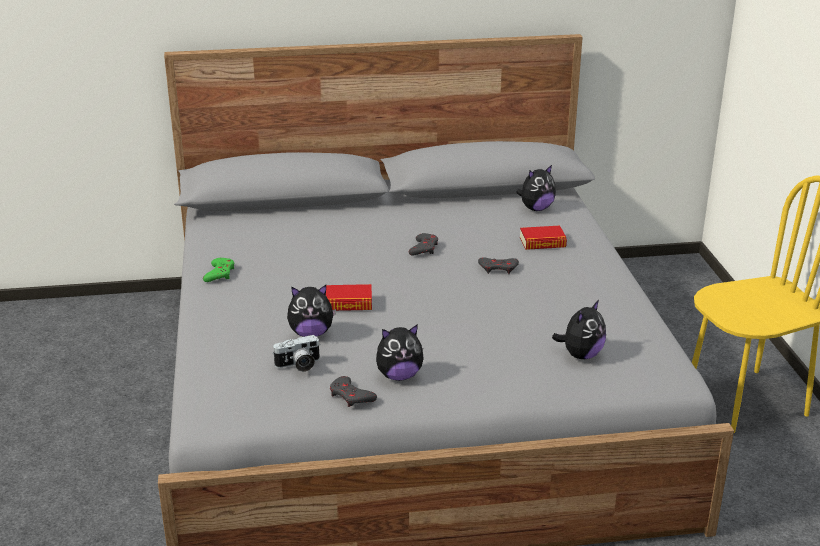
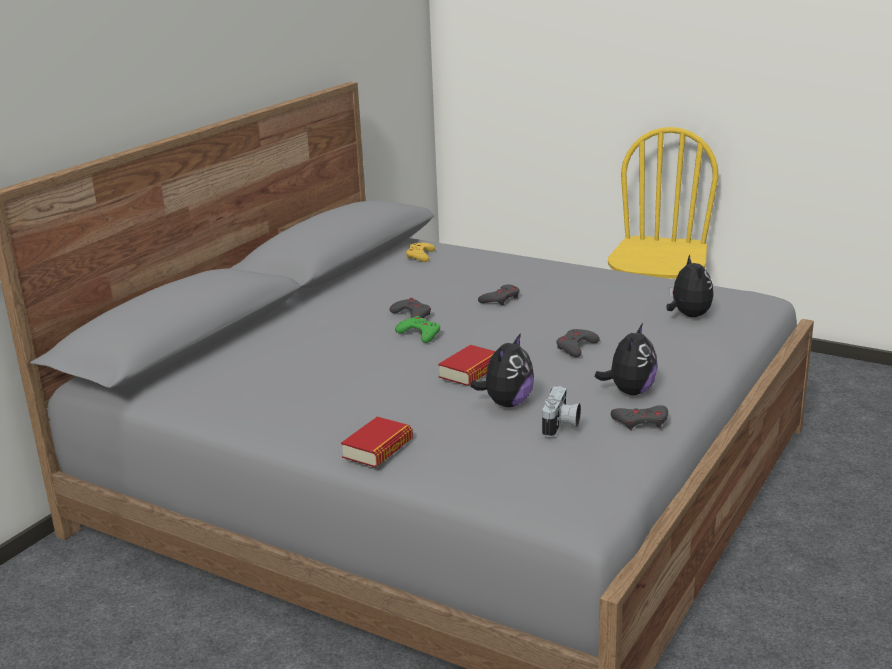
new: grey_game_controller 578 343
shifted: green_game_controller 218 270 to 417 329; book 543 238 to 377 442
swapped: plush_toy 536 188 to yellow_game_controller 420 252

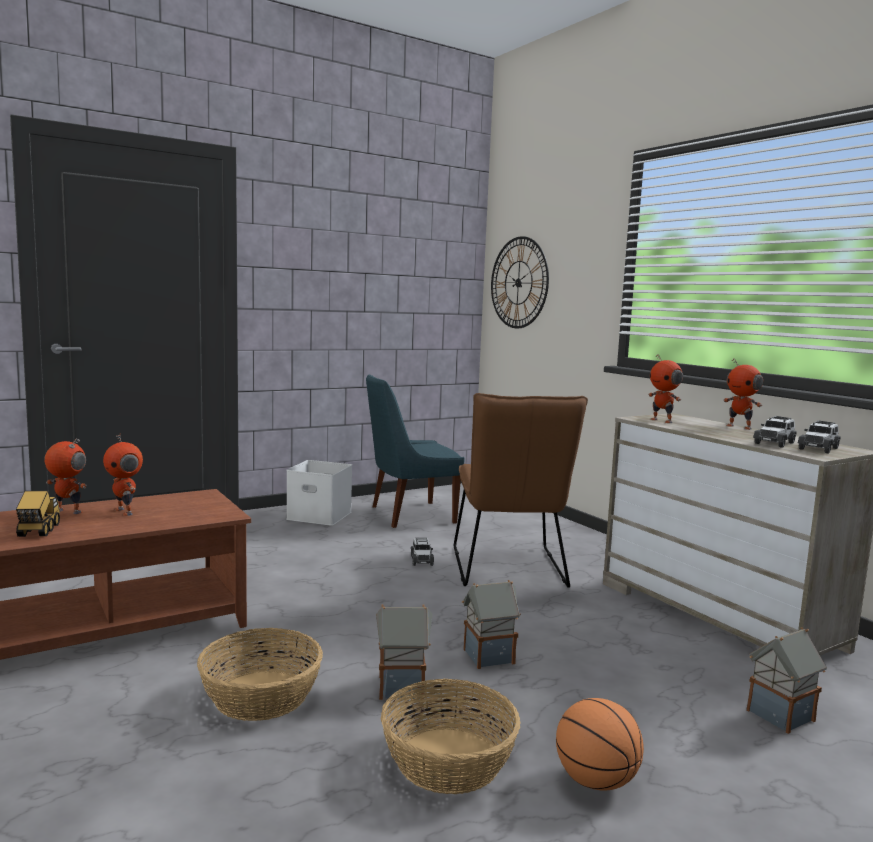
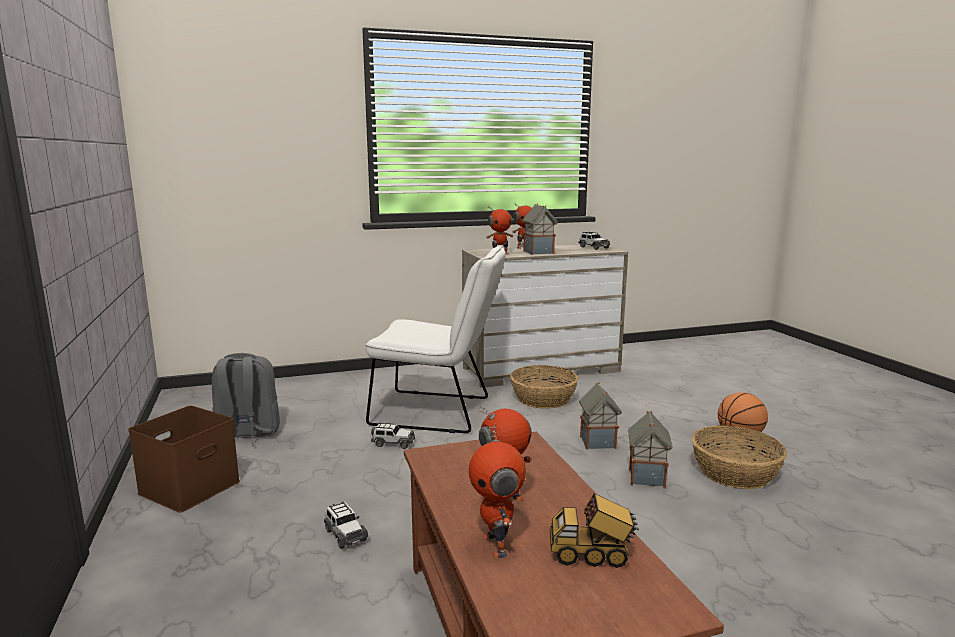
gone: wall_clock 520 282
shifted: basket 260 674 to 544 387; toy_house 786 680 to 540 229; toy_car 775 432 to 346 525
swapped: blue_chair 415 451 to grey_backpack 246 399
repainted: white_storage_box 319 493 to brown_storage_box 184 459; brown_chair 521 490 to white_chair 435 339
rotated: toy_robot 66 476 = 497 491 45 degrees counterclockwise

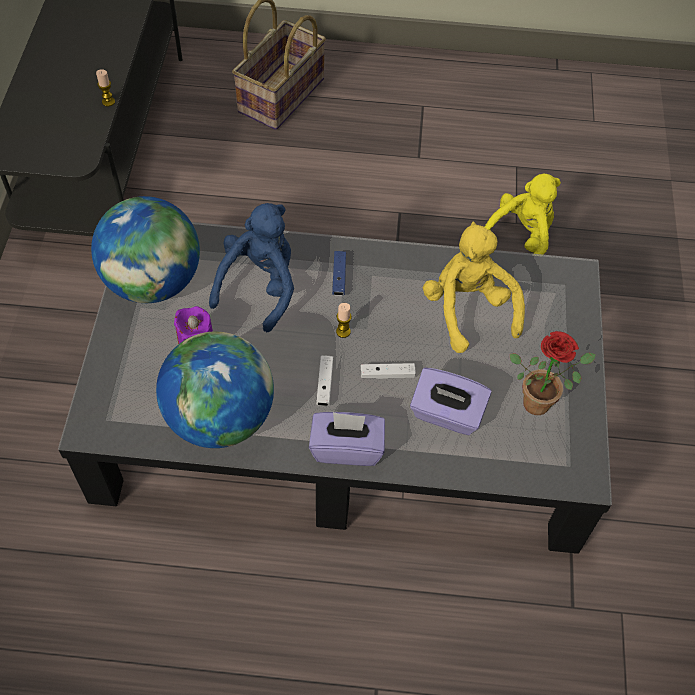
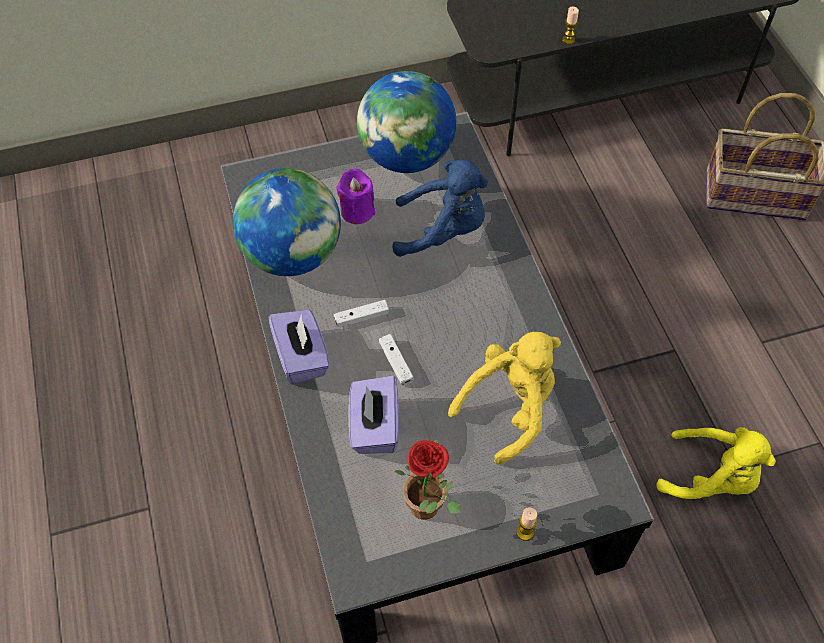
gone: blue_game_controller 339 273
shifted: candle 344 320 to 527 524

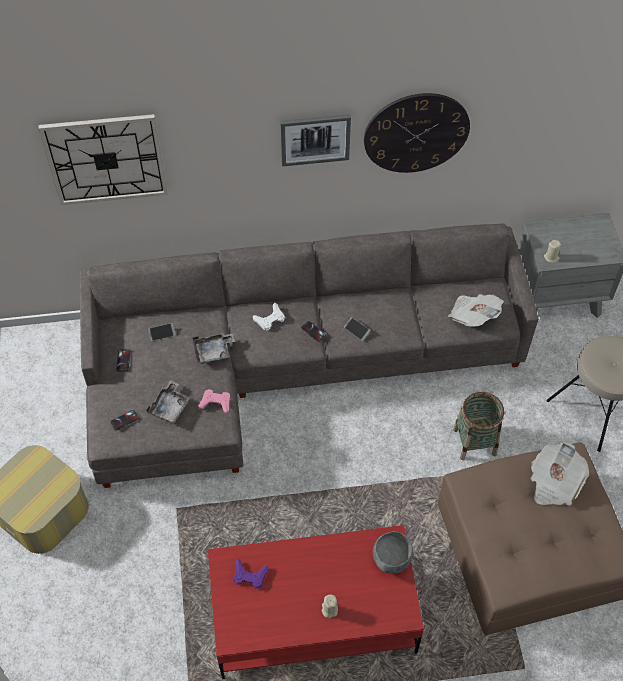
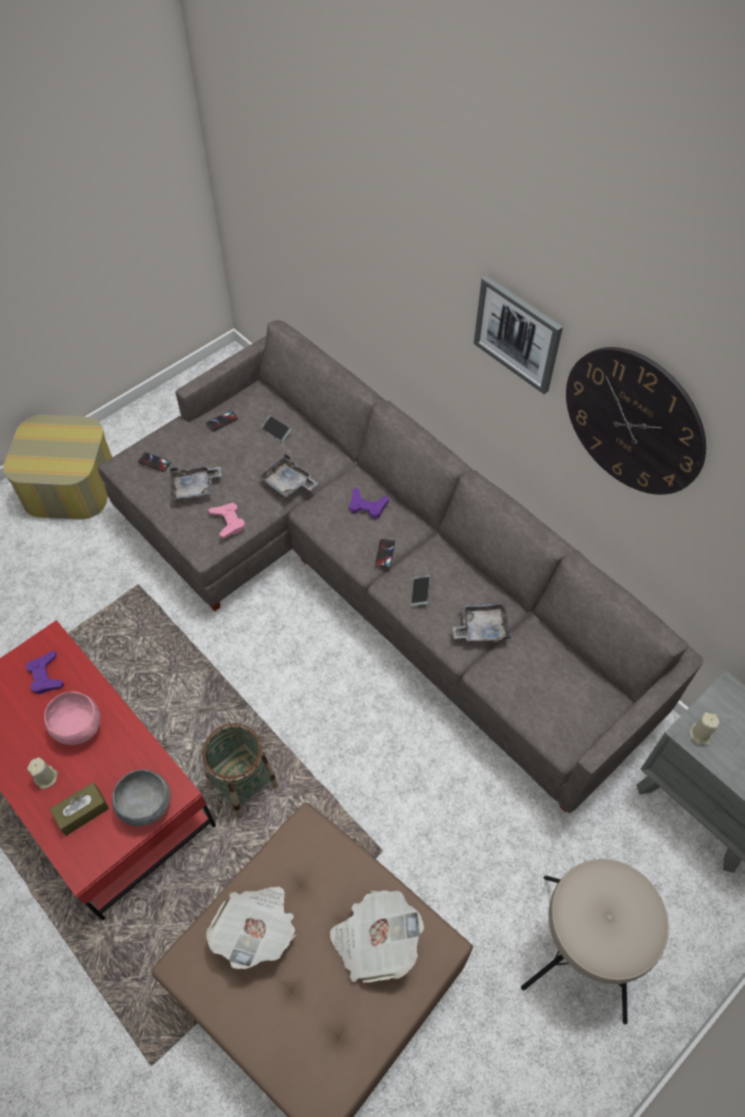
gone: wall_clock 103 159
new: pink_bowl 72 718; brown_tissue_box 79 809; grey_tray 481 623
shifted: newspaper 476 310 to 251 927; basket 478 426 to 240 771
repainted: white_game_controller 269 317 to purple_game_controller 369 503

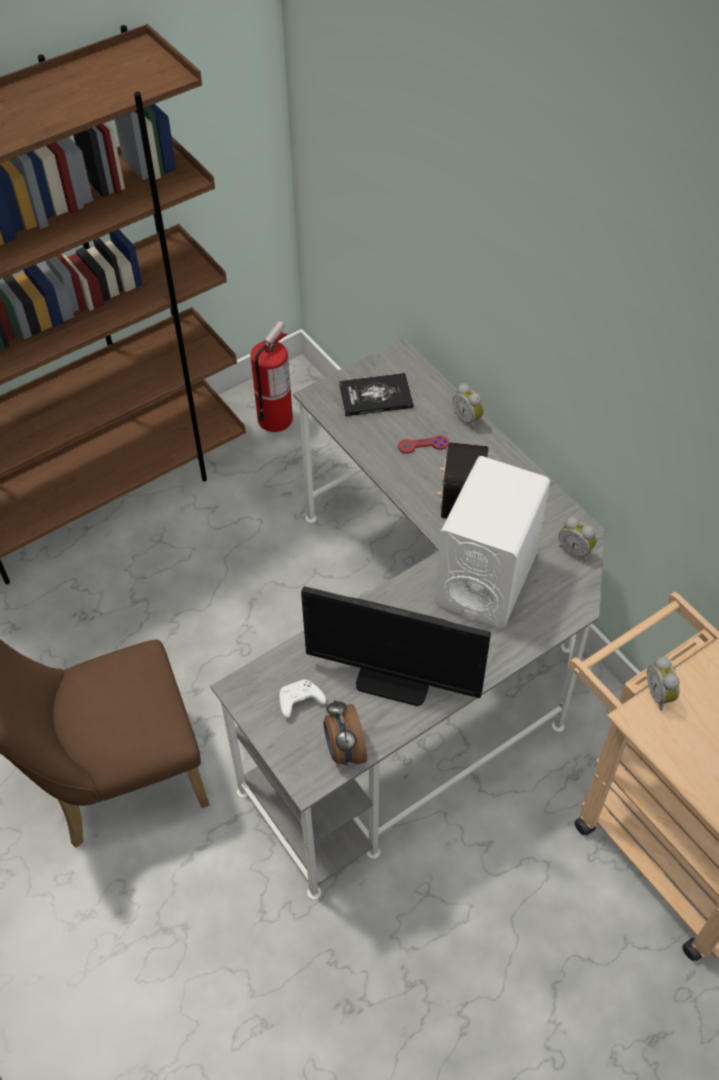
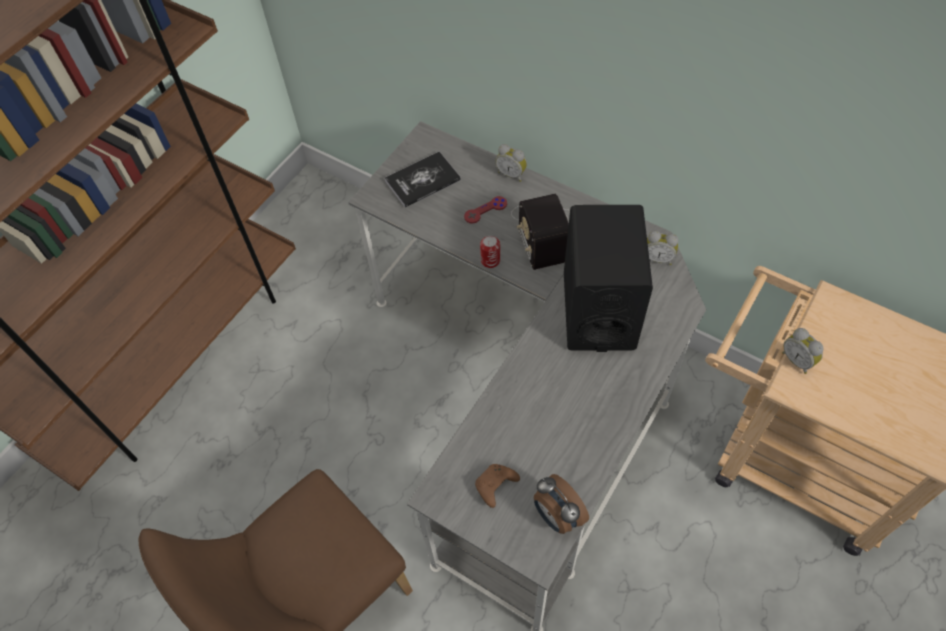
gone: fire_extinguisher 271 376; monitor 396 646
new: can 490 252
repainted: white_game_controller 302 698 to brown_game_controller 497 486; white_speaker 492 542 to black_speaker 608 278

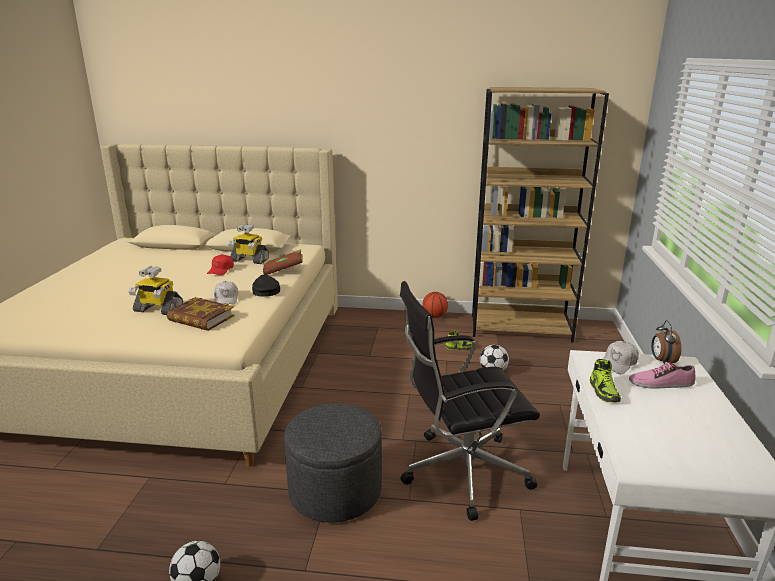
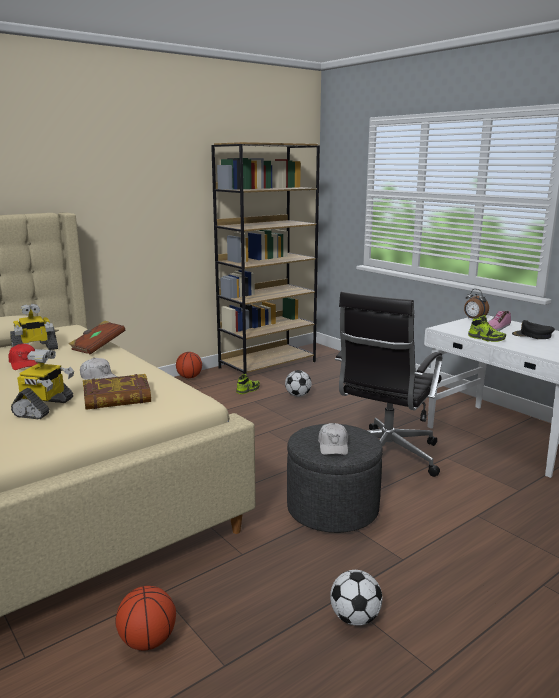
new: basketball 145 618
shifted: black_cap 266 285 to 533 329; white_cap 621 357 to 333 439
rotated: toy_robot 155 290 = 42 384 45 degrees counterclockwise

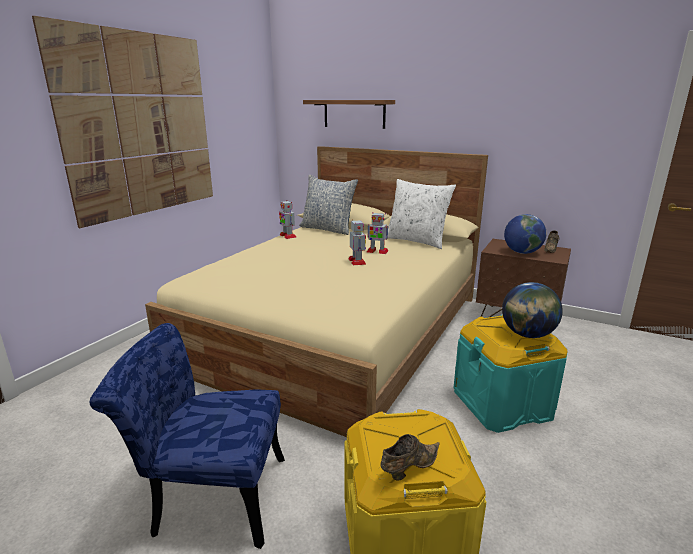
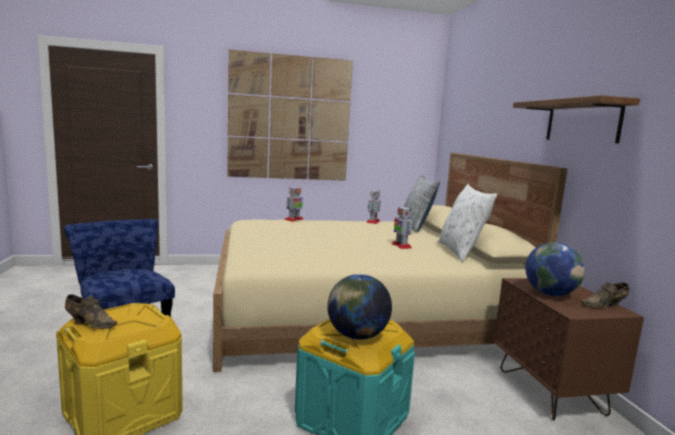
shifted: shelf 349 114 to 576 119; toy_robot 357 242 to 294 204

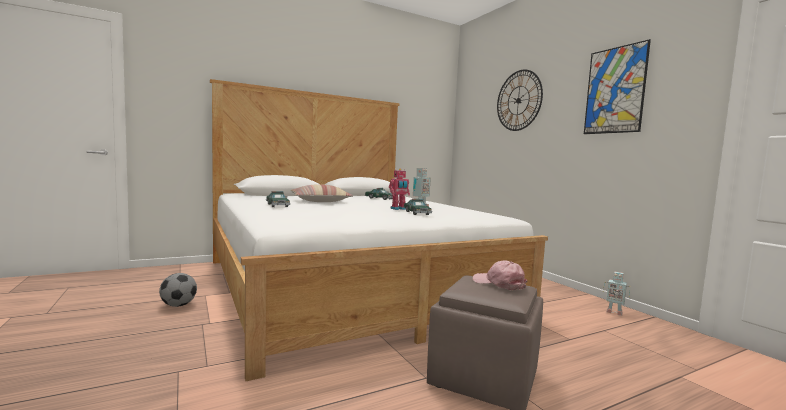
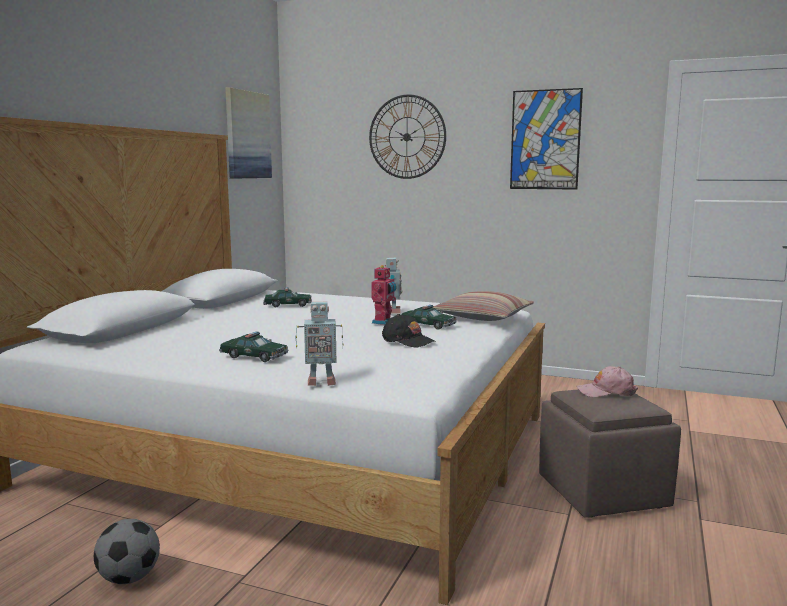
new: picture 248 133; black_cap 409 331
shifted: pillow 322 193 to 483 306; toy_robot 616 294 to 320 344

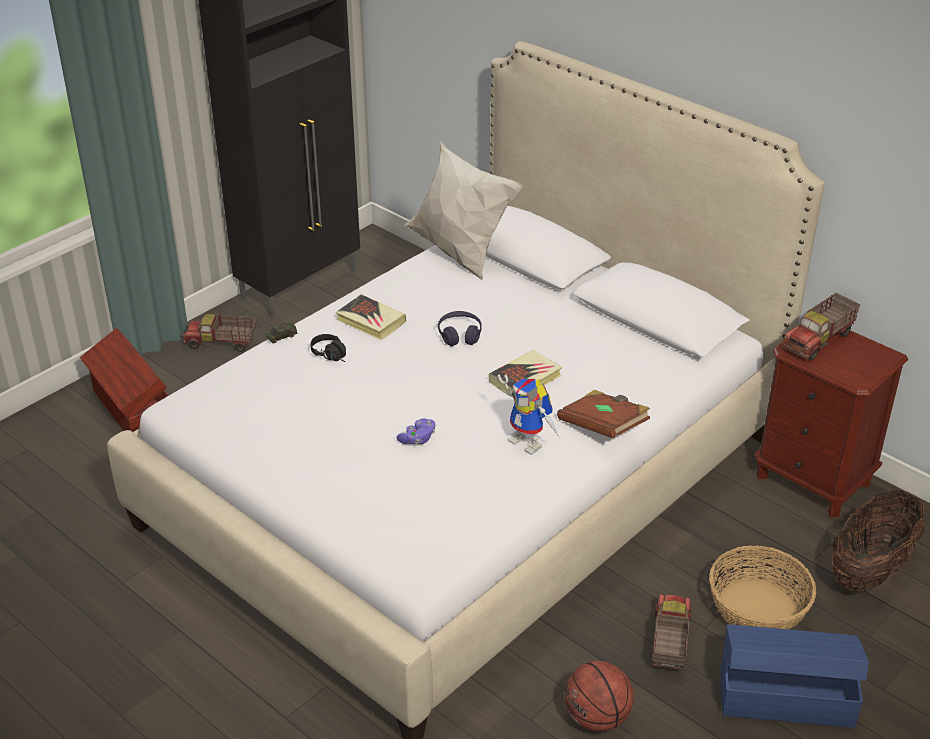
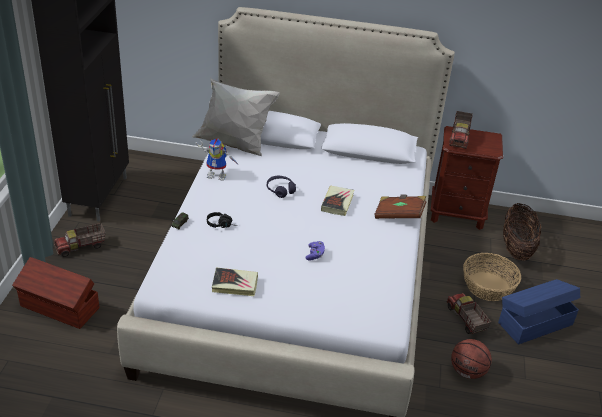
shifted: book 371 317 to 235 282; toy_robot 529 414 to 218 159

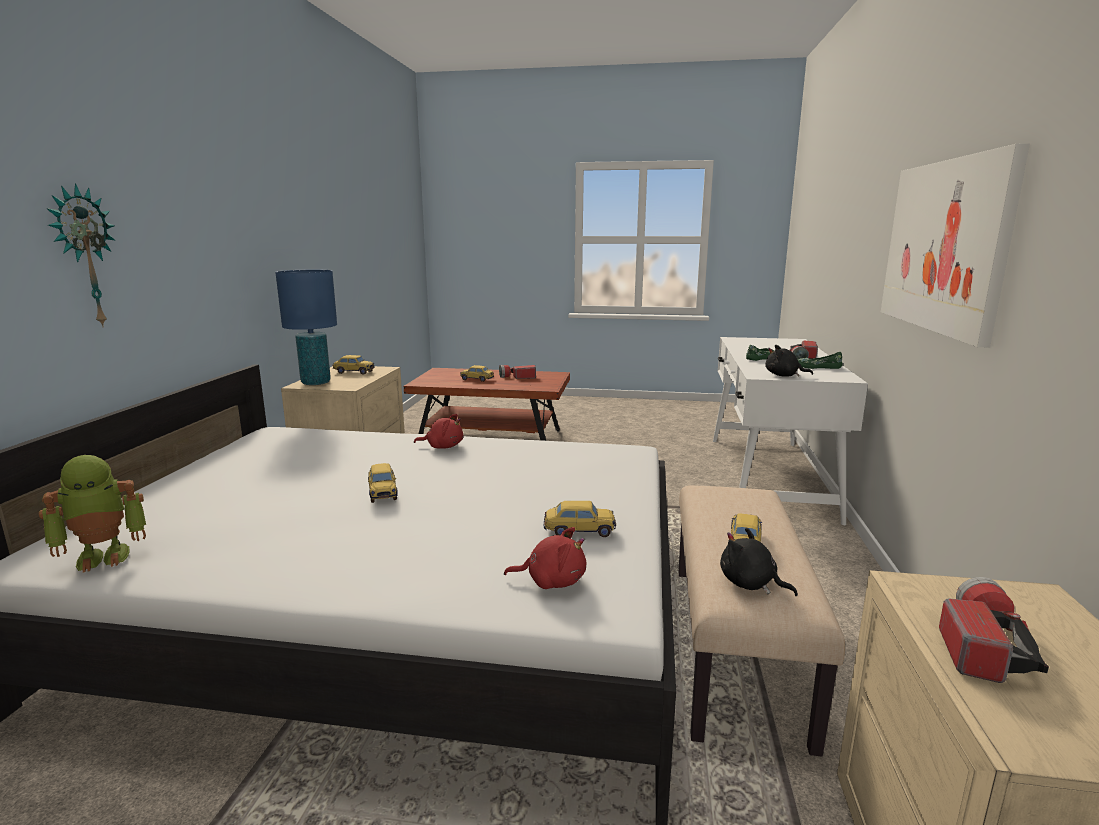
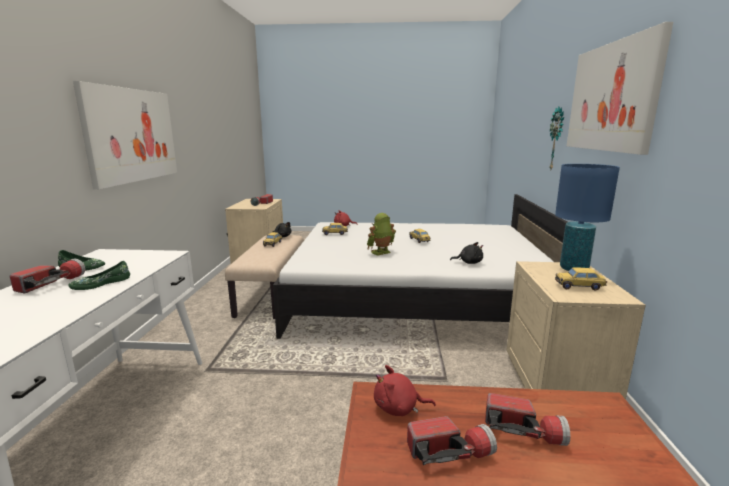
new: picture 620 88
shifted: toy_robot 92 513 to 381 234; red_plush_toy 438 431 to 405 390; black_plush_toy 789 361 to 466 253
swapped: toy_car 477 373 to flashlight 527 419

